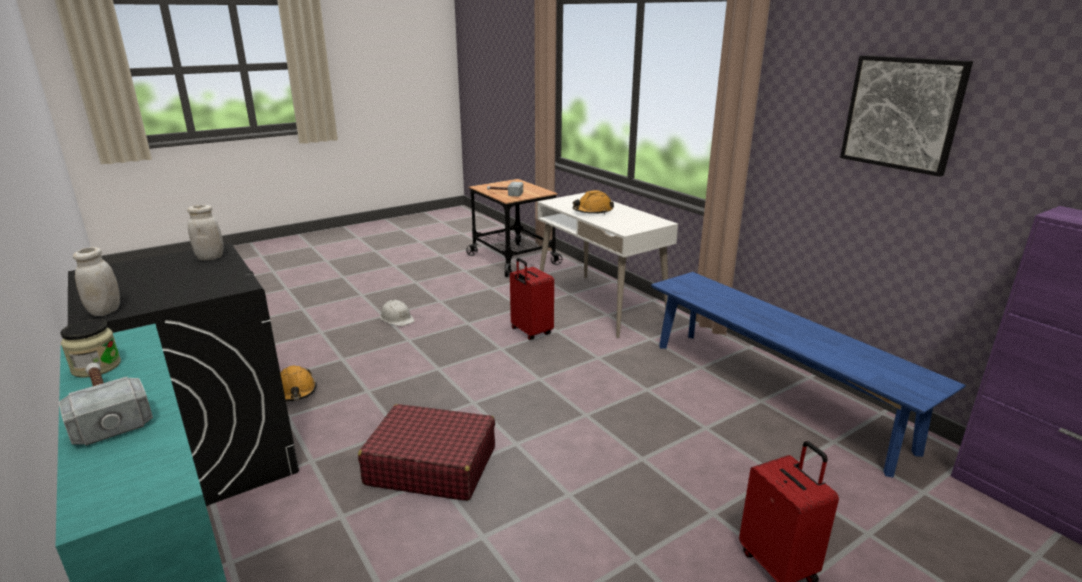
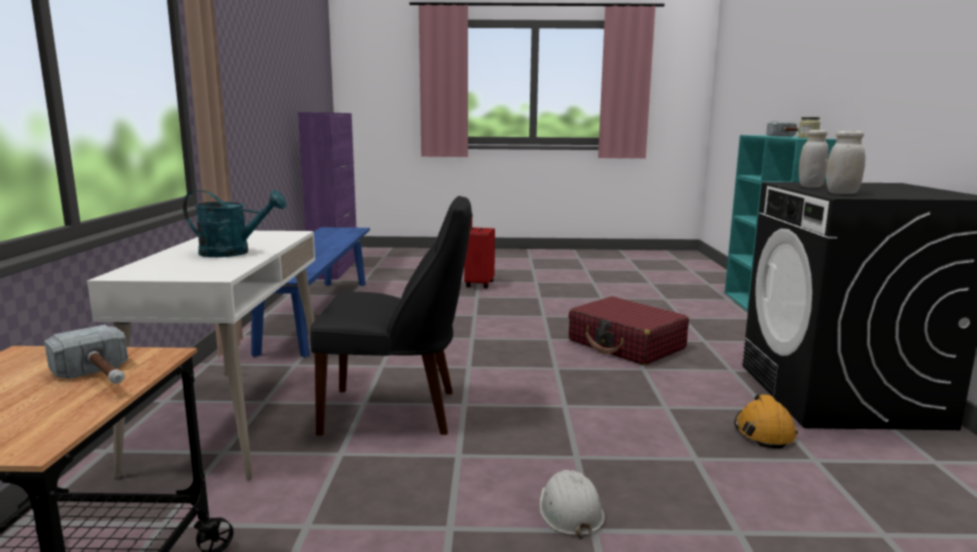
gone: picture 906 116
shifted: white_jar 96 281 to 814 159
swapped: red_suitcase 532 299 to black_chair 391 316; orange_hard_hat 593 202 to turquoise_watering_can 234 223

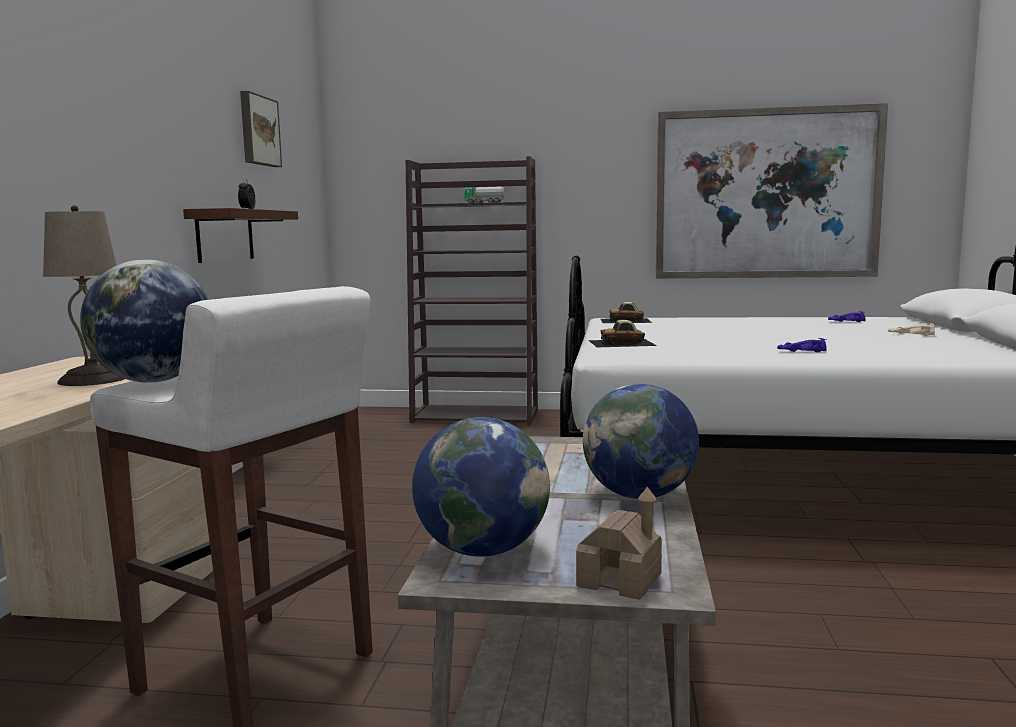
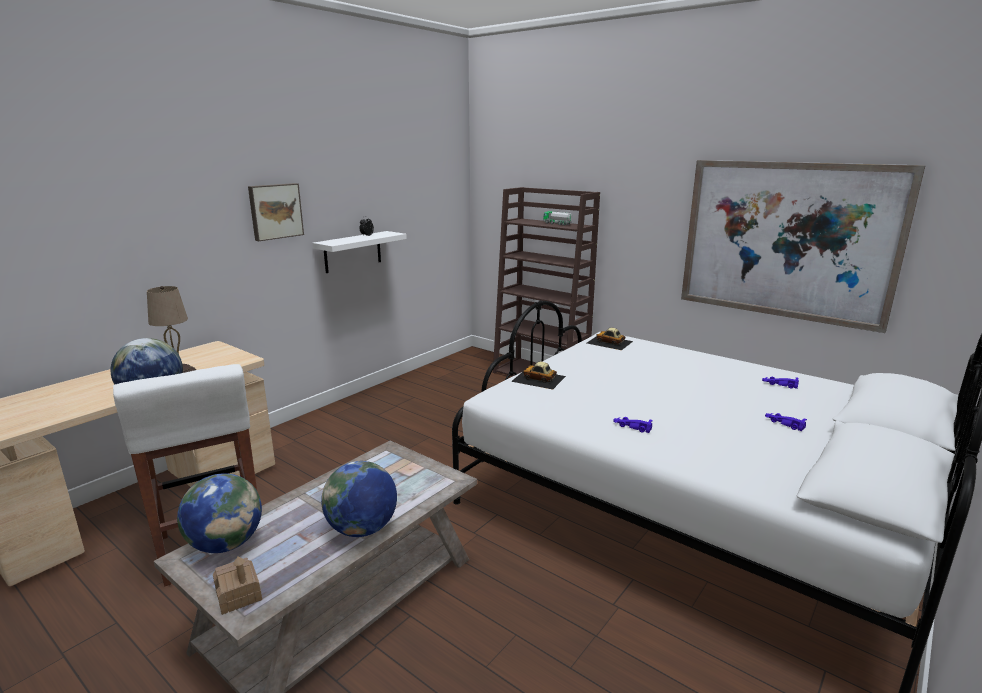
shifted: picture 261 129 to 276 212
repainted: brown_shelf 240 235 to white_shelf 360 252; beige_toy_car 911 329 to purple_toy_car 786 422

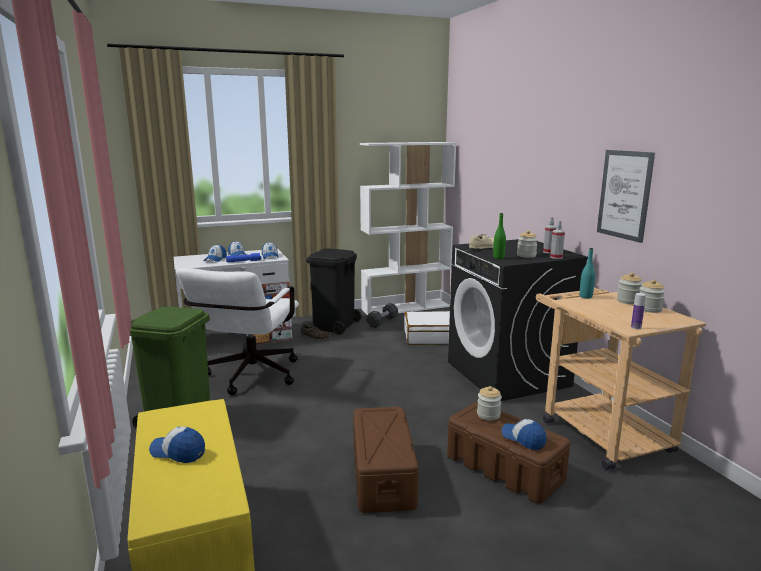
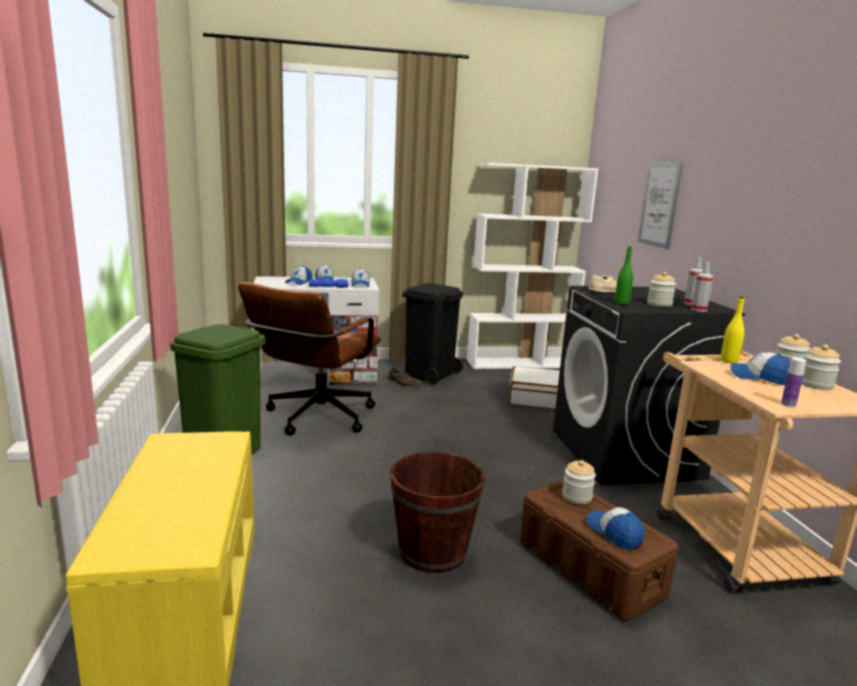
gone: black_dumbbell 382 315
shifted: cap 177 444 to 760 368; picture 626 196 to 660 205
swapped: brown_storage_box 386 460 to brown_bucket 437 512
repainted: white_office_chair 237 331 to brown_office_chair 309 359; turquoise_bottle 587 273 to yellow_bottle 733 330

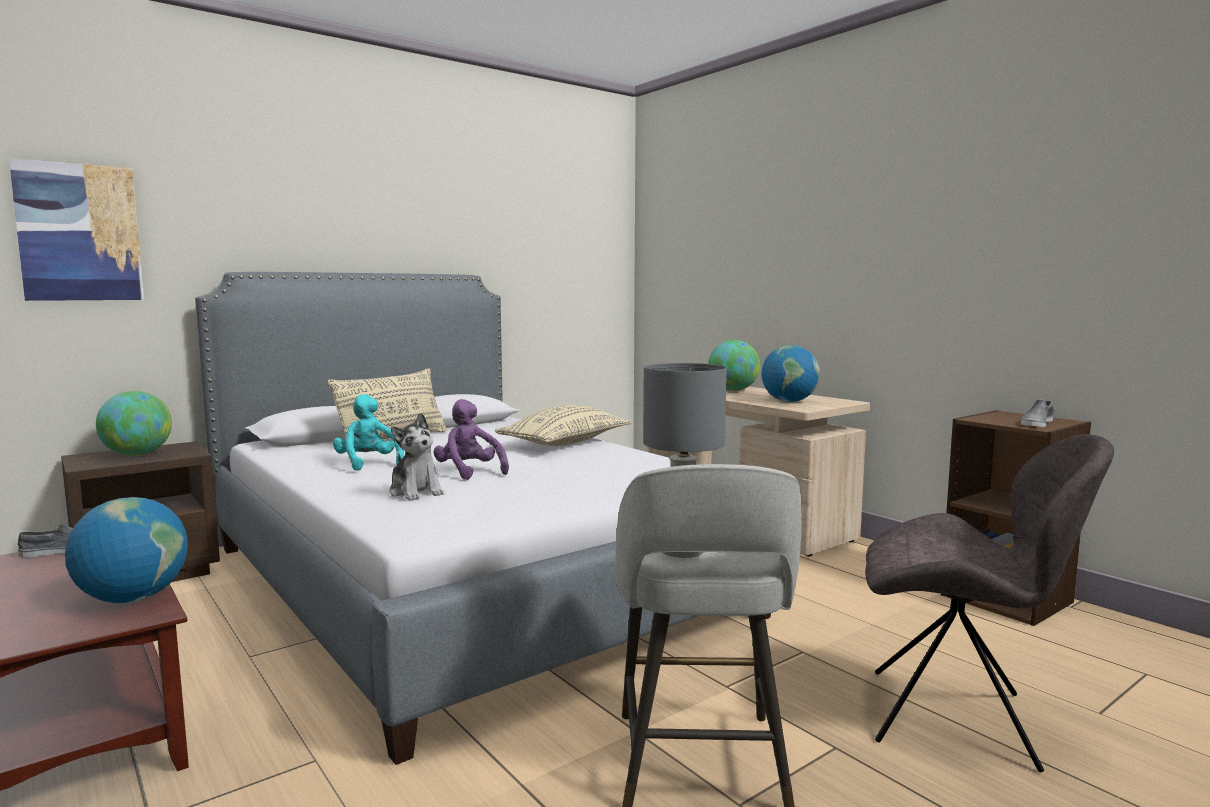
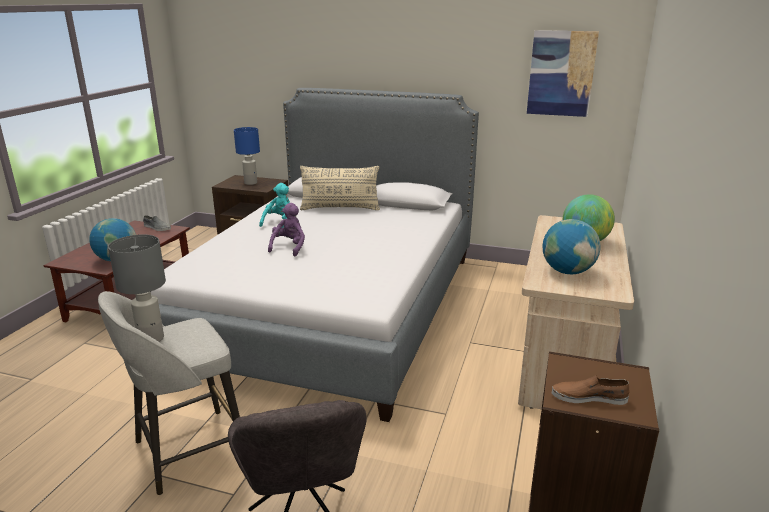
gone: plush_toy 417 457; beige_pillow 563 425
shifted: picture 76 229 to 563 73
swapped: globe 134 423 to blue_table_lamp 247 156
repainted: grey_shoe 1037 413 to brown_shoe 591 390

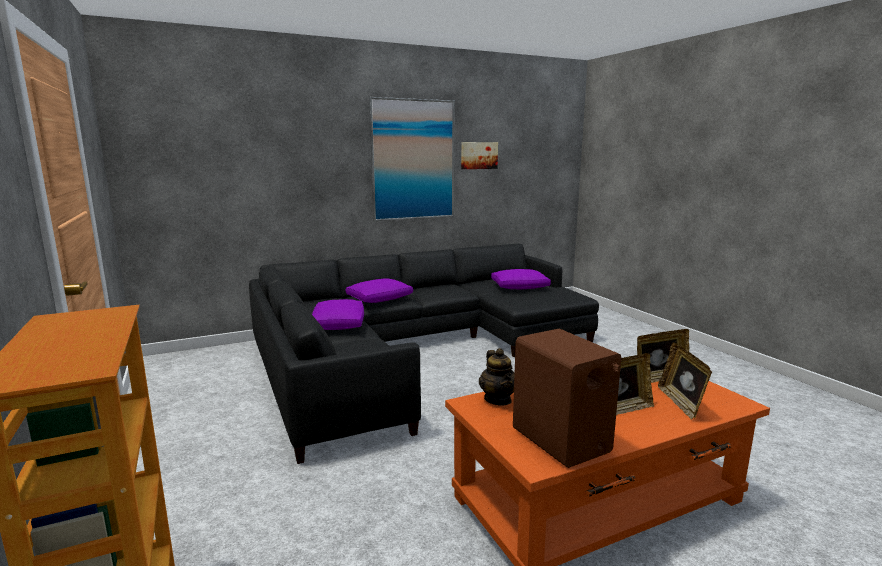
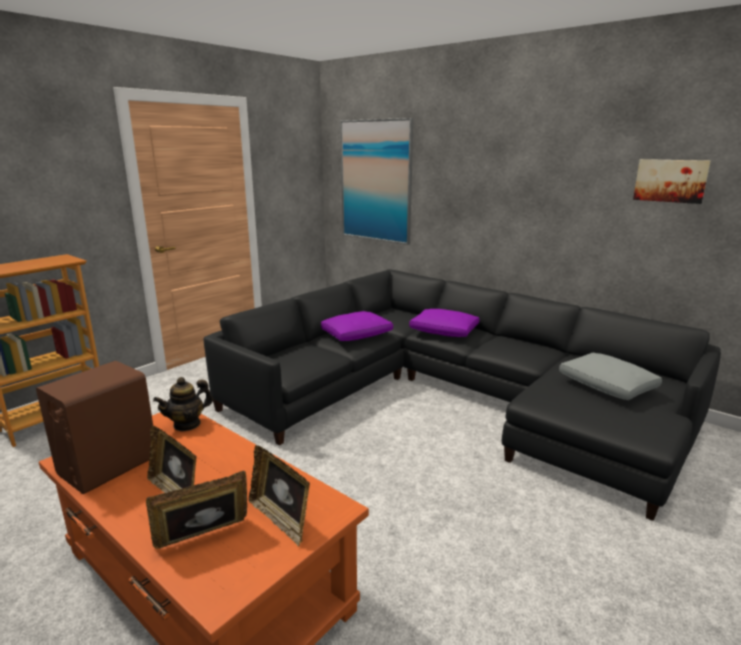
shifted: picture 412 159 to 376 181
repainted: purple_pillow 521 279 to grey_pillow 610 376

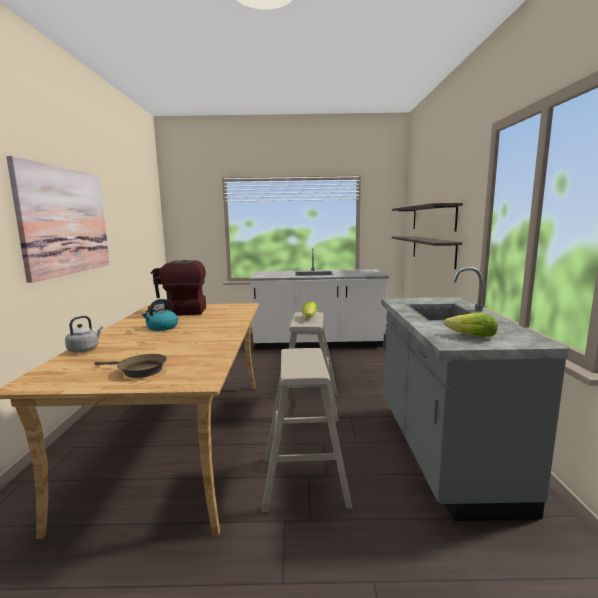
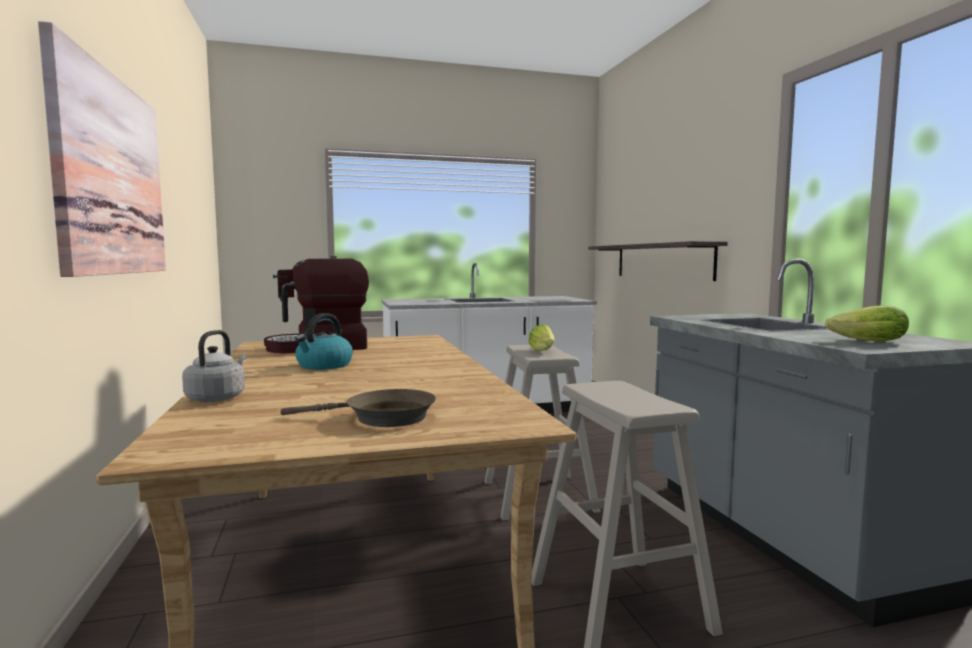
gone: shelf 427 217

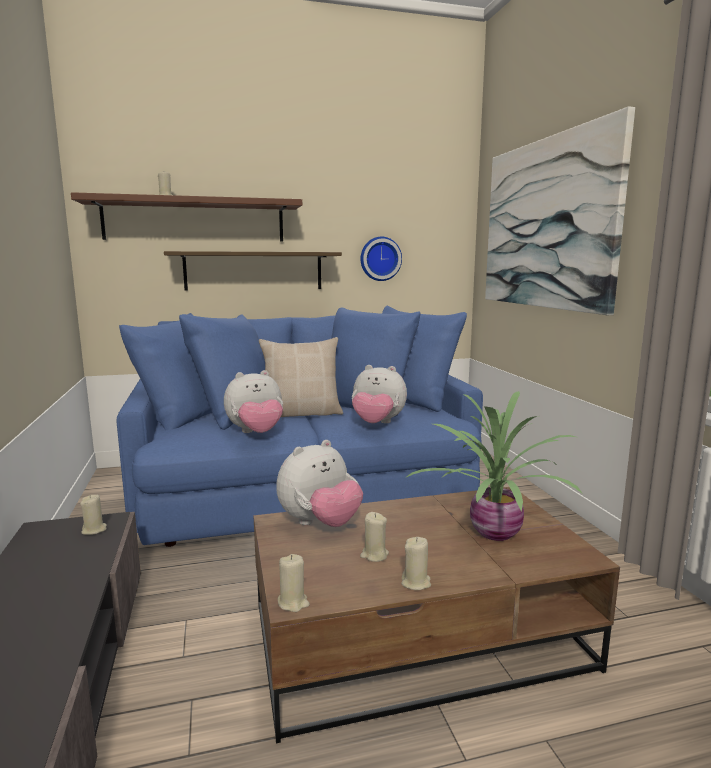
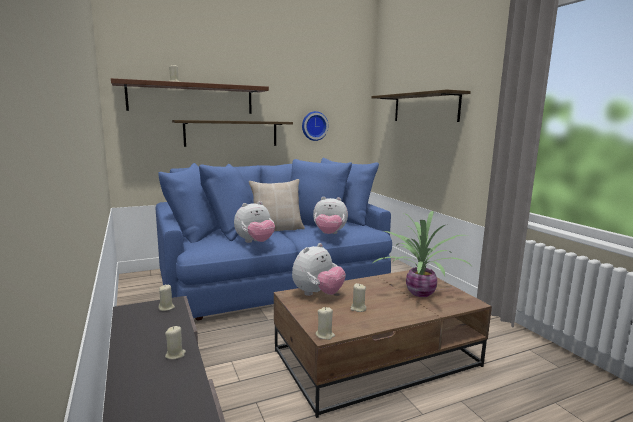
shifted: beige_candle 416 563 to 175 343
swapped: picture 560 210 to shelf 421 106

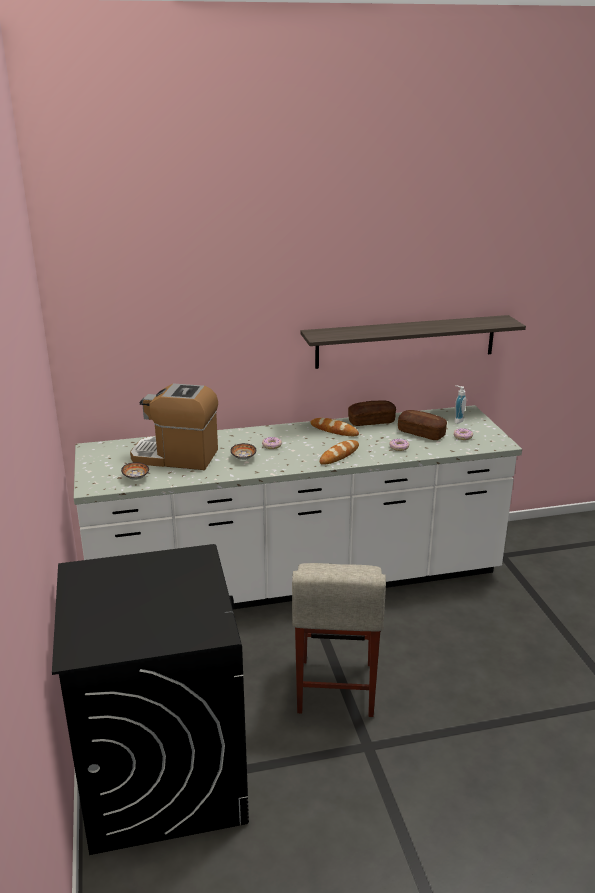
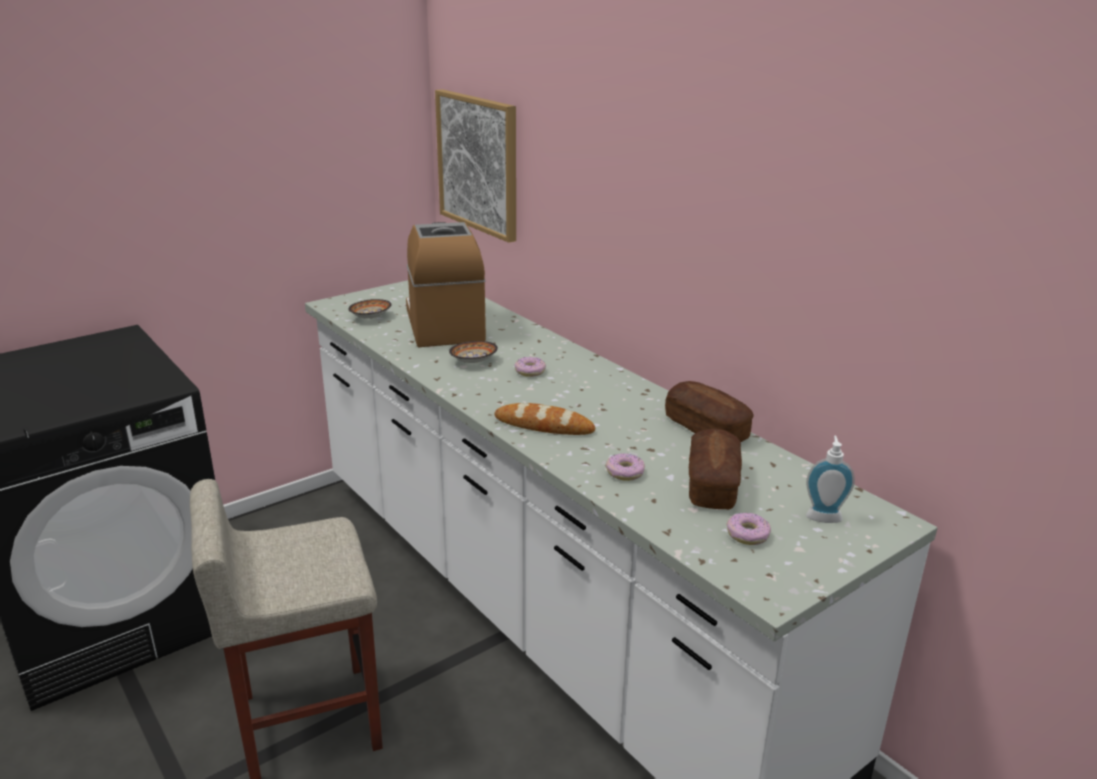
gone: shelf 413 342; bread 334 427
new: picture 475 166

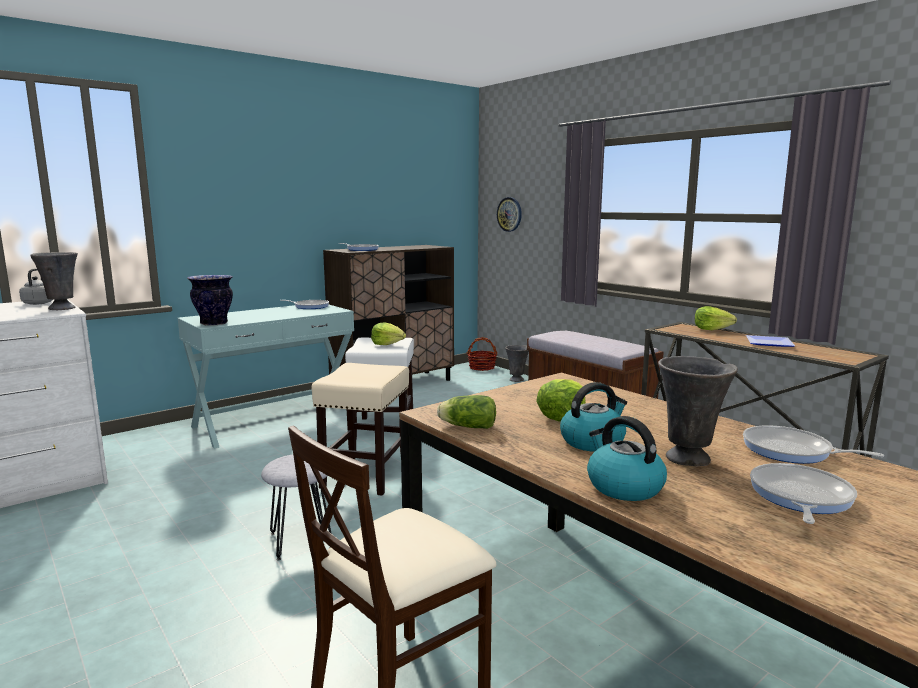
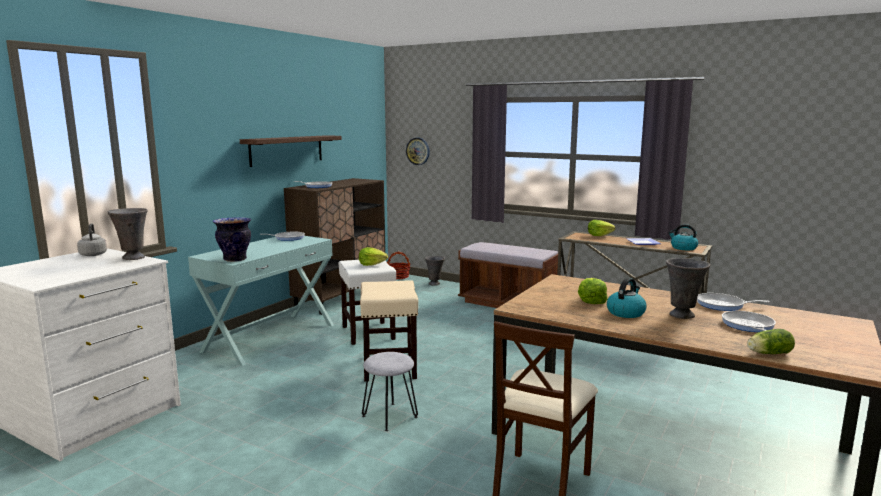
new: shelf 291 151
shifted: lettuce 466 412 to 771 341; kettle 627 458 to 683 237

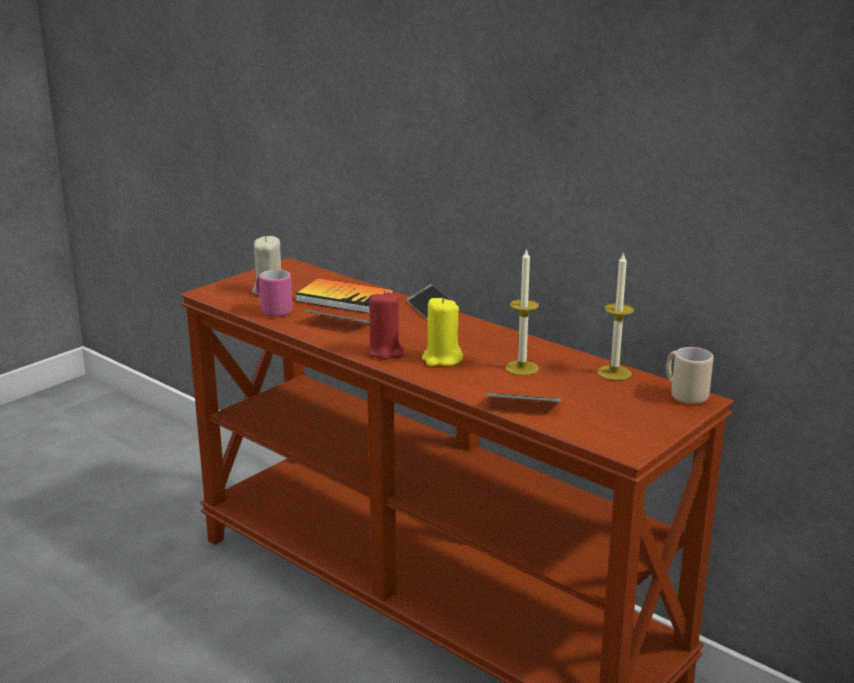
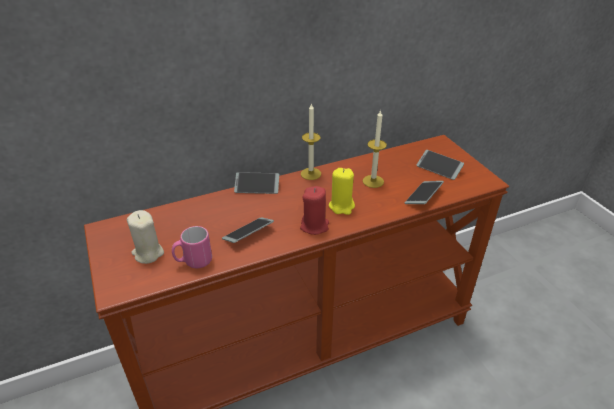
gone: book 344 296; beige_mug 689 375
new: phone 440 165
shifted: candle 615 316 to 311 141

